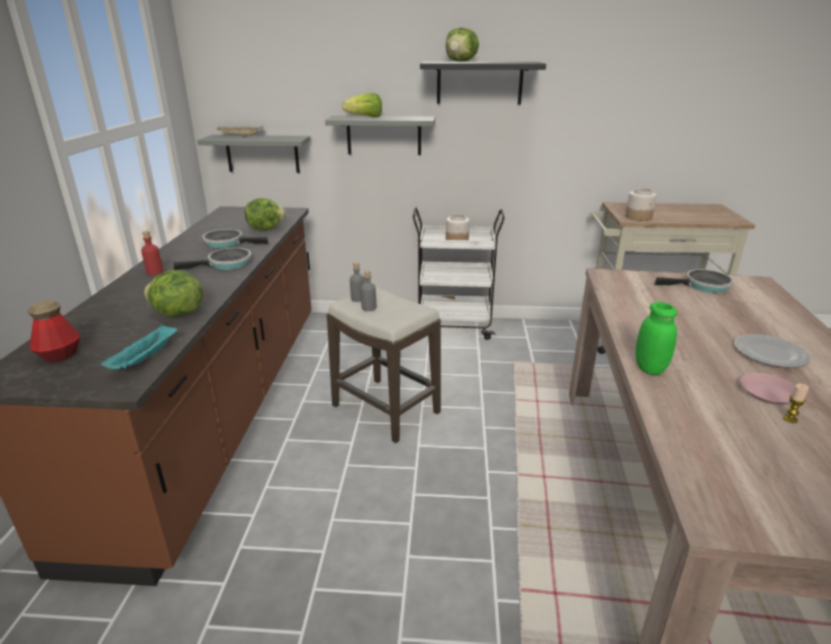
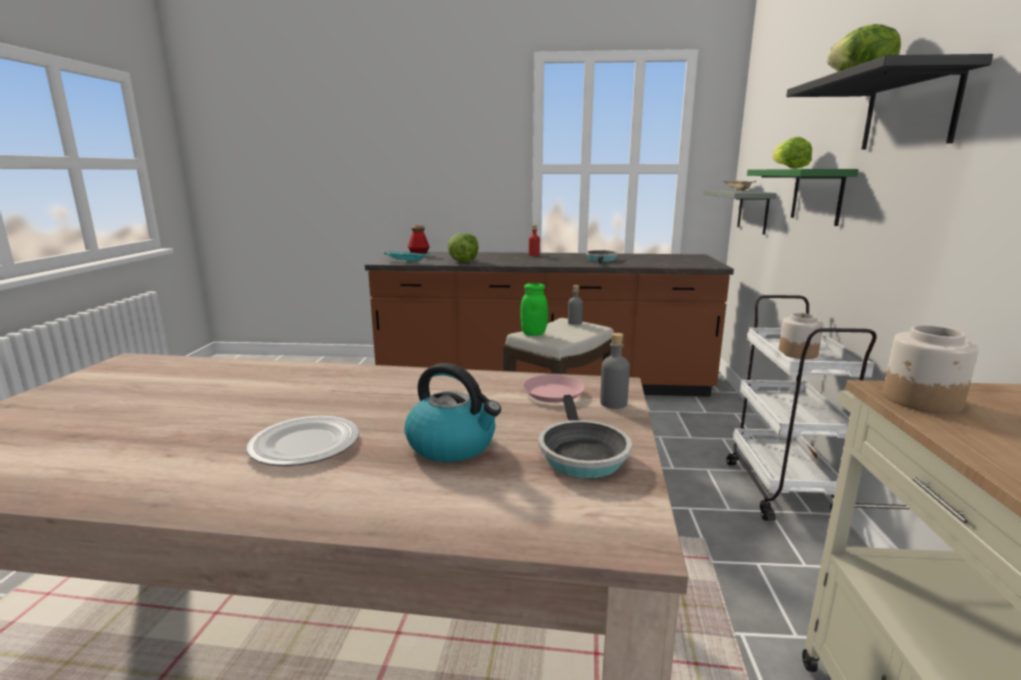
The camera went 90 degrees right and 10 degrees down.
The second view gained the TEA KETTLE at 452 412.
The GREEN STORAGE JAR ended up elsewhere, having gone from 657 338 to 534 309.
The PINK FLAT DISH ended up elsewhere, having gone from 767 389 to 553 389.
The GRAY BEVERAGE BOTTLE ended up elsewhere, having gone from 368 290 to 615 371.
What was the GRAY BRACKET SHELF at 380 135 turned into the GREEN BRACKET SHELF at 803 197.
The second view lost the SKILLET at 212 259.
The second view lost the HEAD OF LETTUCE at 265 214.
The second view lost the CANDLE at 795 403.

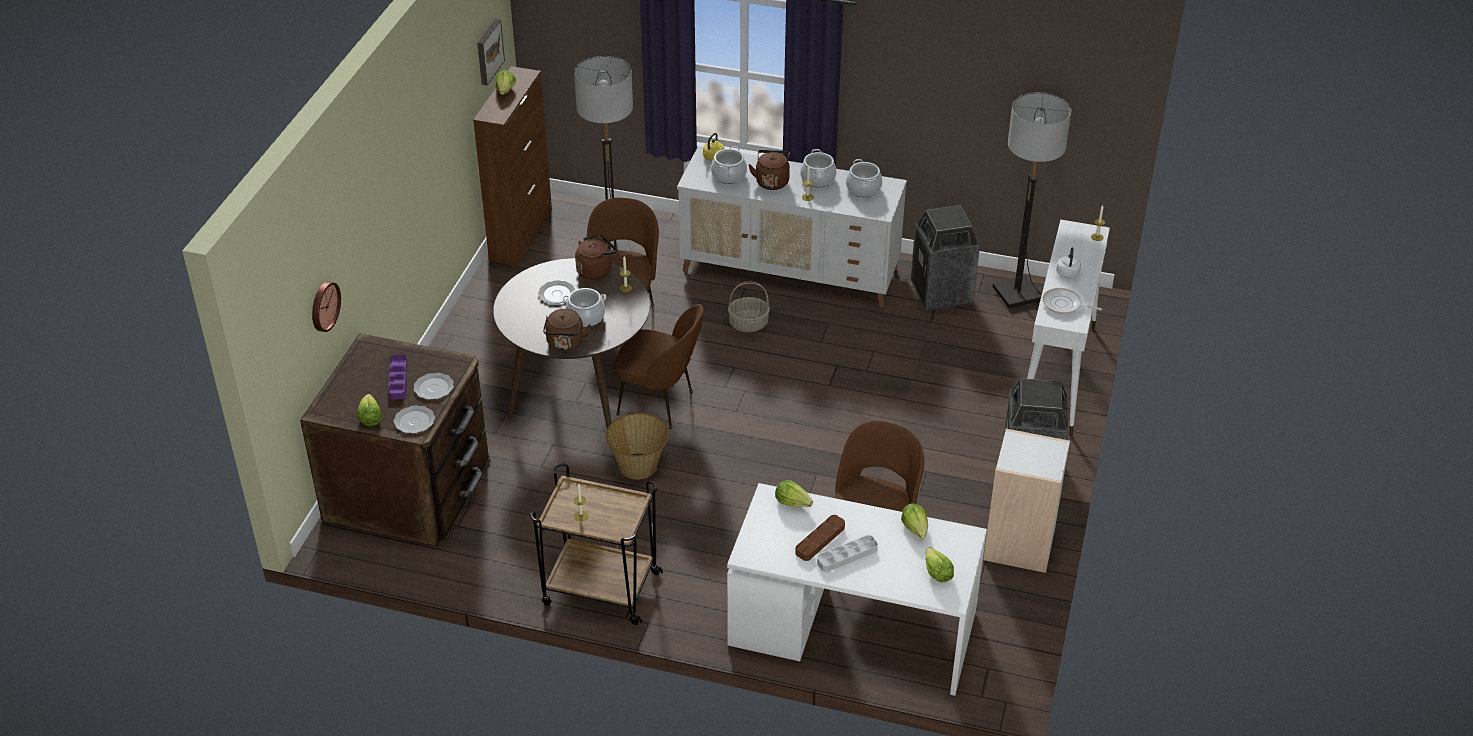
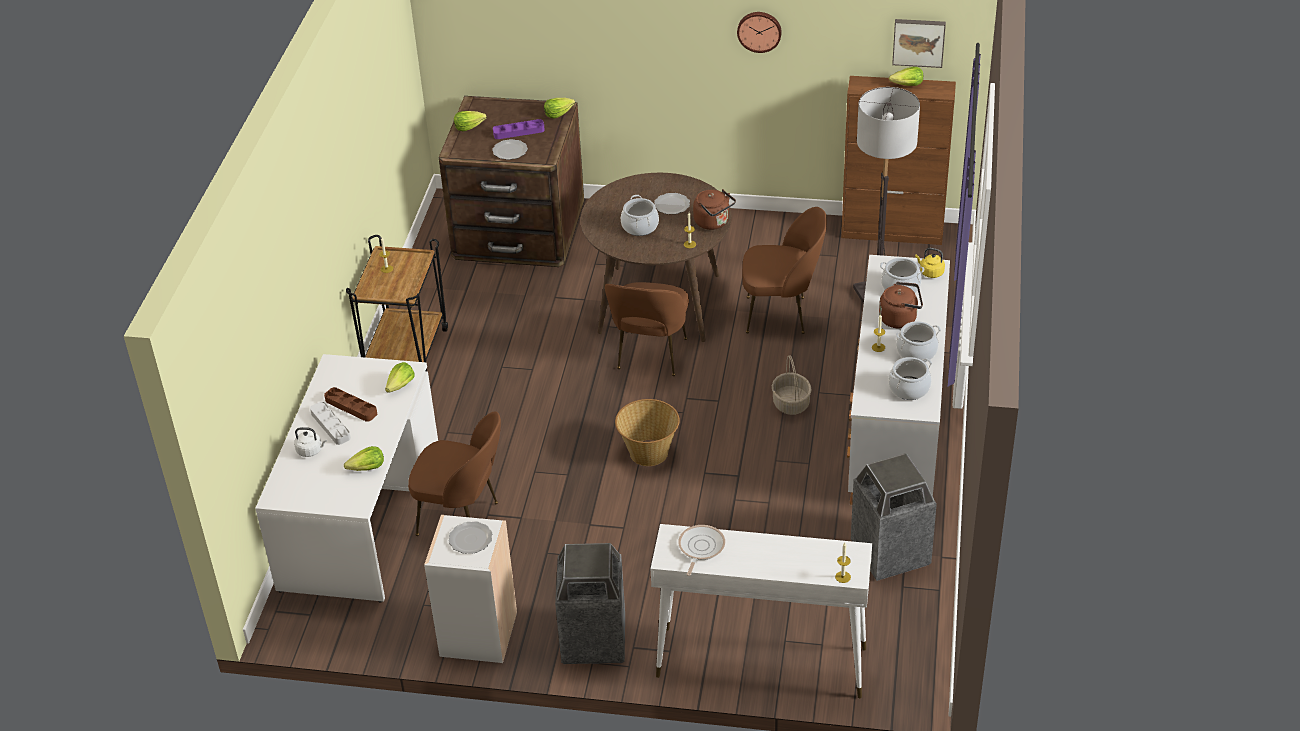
The camera went 85 degrees right and 0 degrees up.
The WHITISH TEA KETTLE ended up elsewhere, having gone from 1068 262 to 310 442.
The FLAT DISH ended up elsewhere, having gone from 414 419 to 470 537.
The HEAD OF LETTUCE ended up elsewhere, having gone from 939 564 to 559 108.
The BASKET ended up elsewhere, having gone from 637 446 to 647 432.
The CLOCK ON THE WALL ended up elsewhere, having gone from 326 307 to 759 32.
The second view lost the BROWNISH TEA KETTLE at 567 330.
The second view lost the STANDING LAMP at 1032 200.

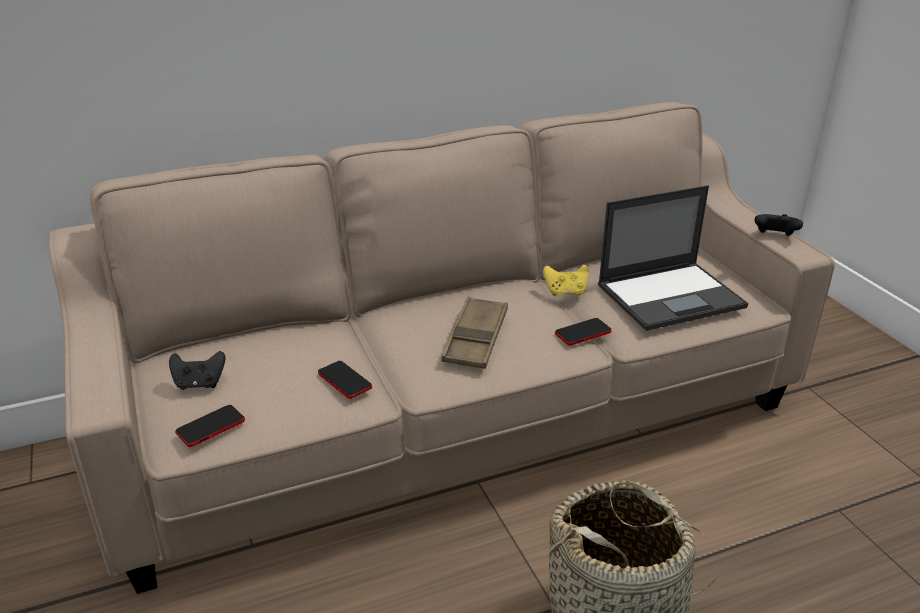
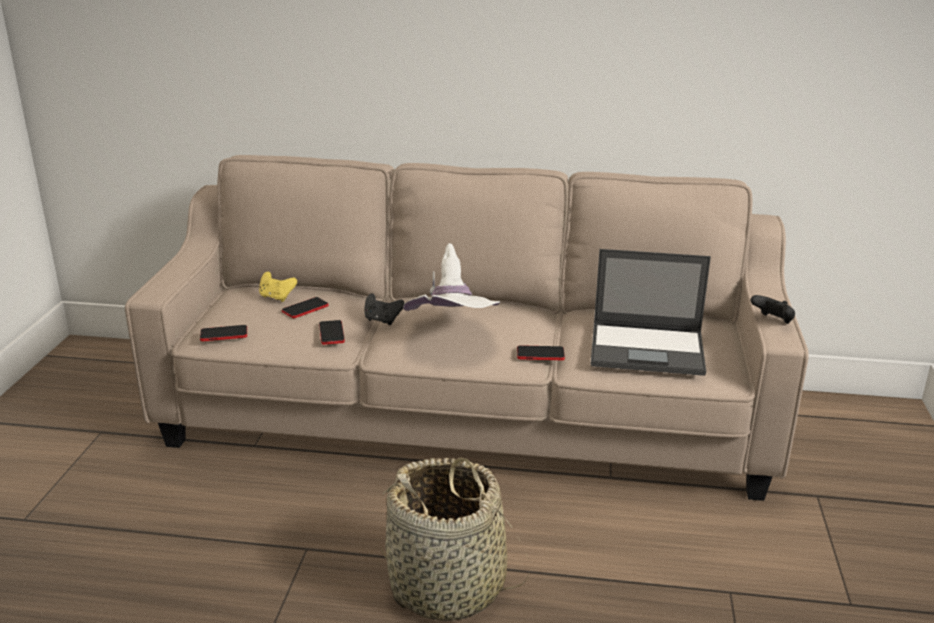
The camera went 30 degrees right and 5 degrees down.
The YELLOWISH GAME CONTROLLER ended up elsewhere, having gone from 566 280 to 278 287.
The second view gained the HANDSET at 305 307.
The BLACK GAME CONTROLLER ended up elsewhere, having gone from 197 370 to 384 309.
Where the BROWNISH TRAY stood at 474 333, the WHITISH WEARABLE HAT came to stand at 451 277.

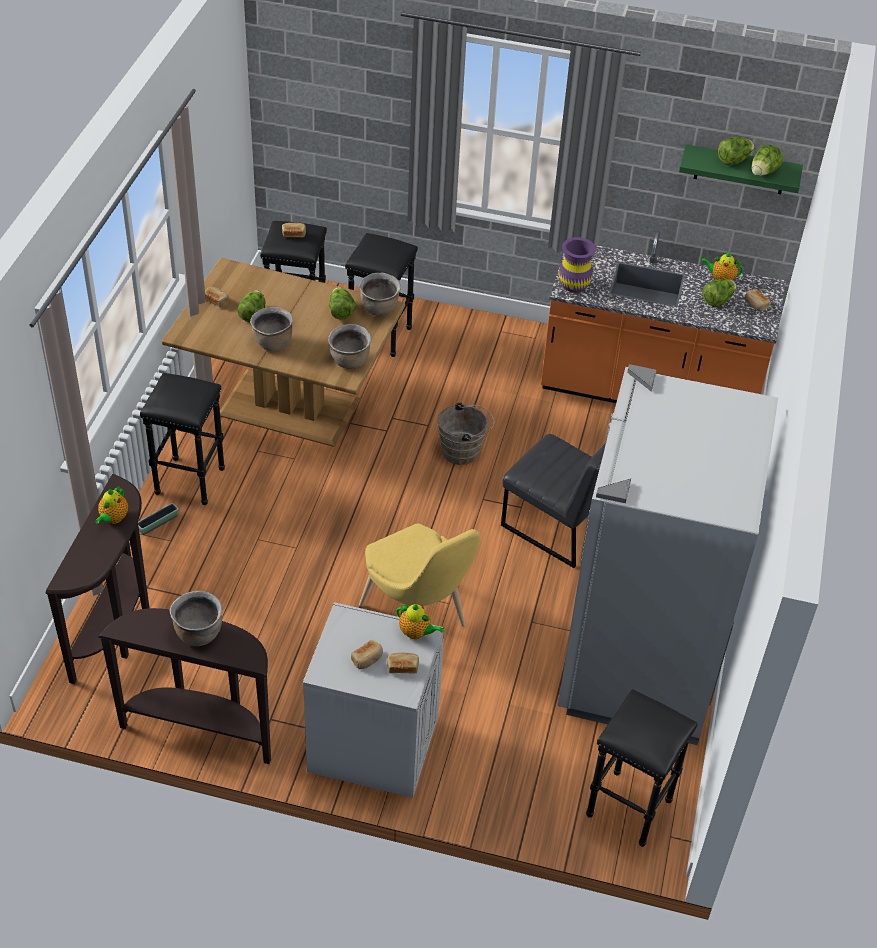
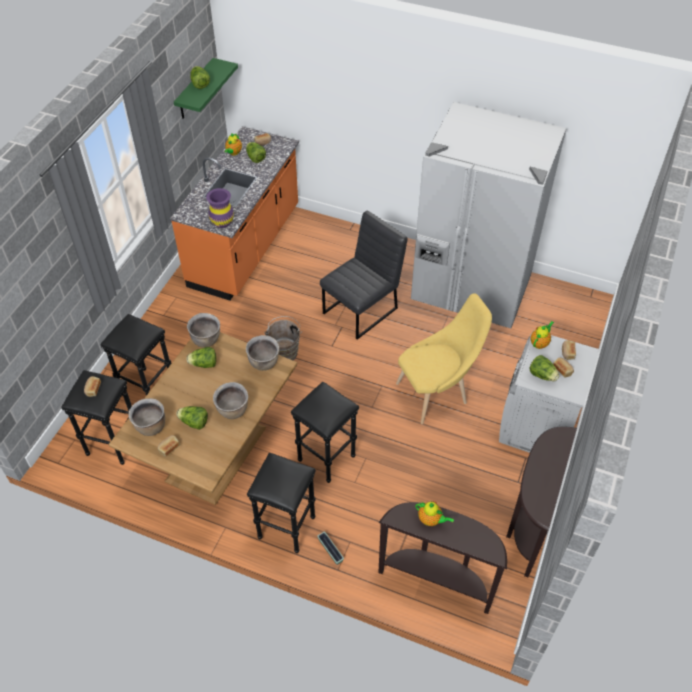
The camera went 80 degrees left and 5 degrees up.
The BROWNISH COOKING POT ended up elsewhere, having gone from 196 619 to 147 417.
The BLACK STOOL ended up elsewhere, having gone from 642 768 to 325 432.
The HEAD OF LETTUCE ended up elsewhere, having gone from 767 160 to 544 368.

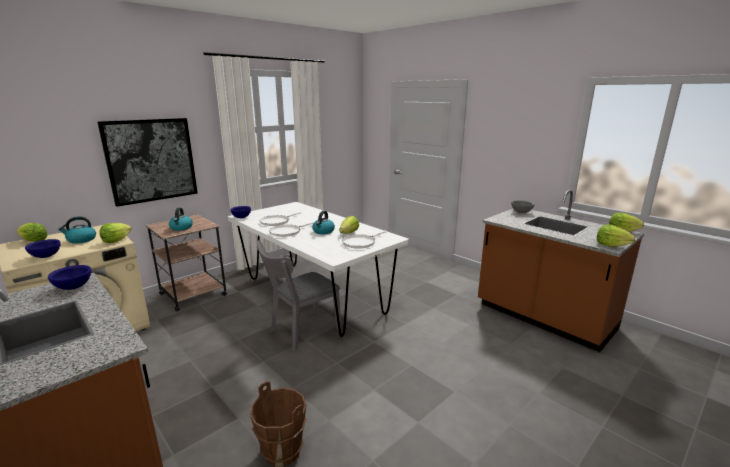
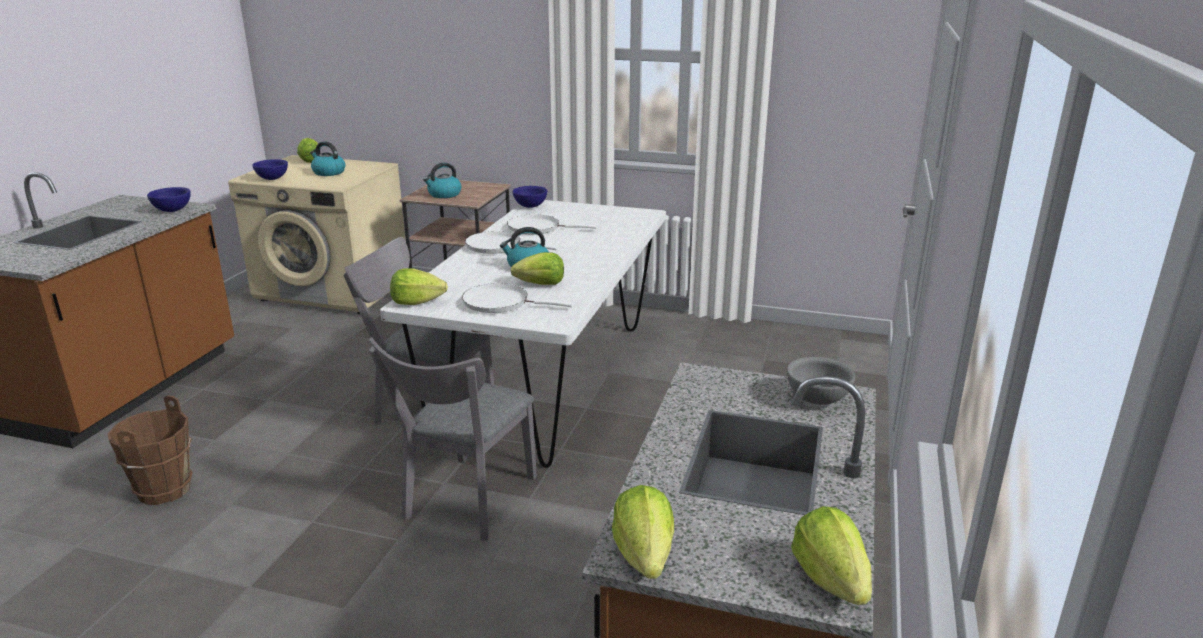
The camera went 60 degrees right and 5 degrees up.
The second view gained the GRAY UPRIGHT CHAIR at 453 439.
The HEAD OF LETTUCE ended up elsewhere, having gone from 115 233 to 419 286.
The second view lost the WALL PICTURE at 147 162.

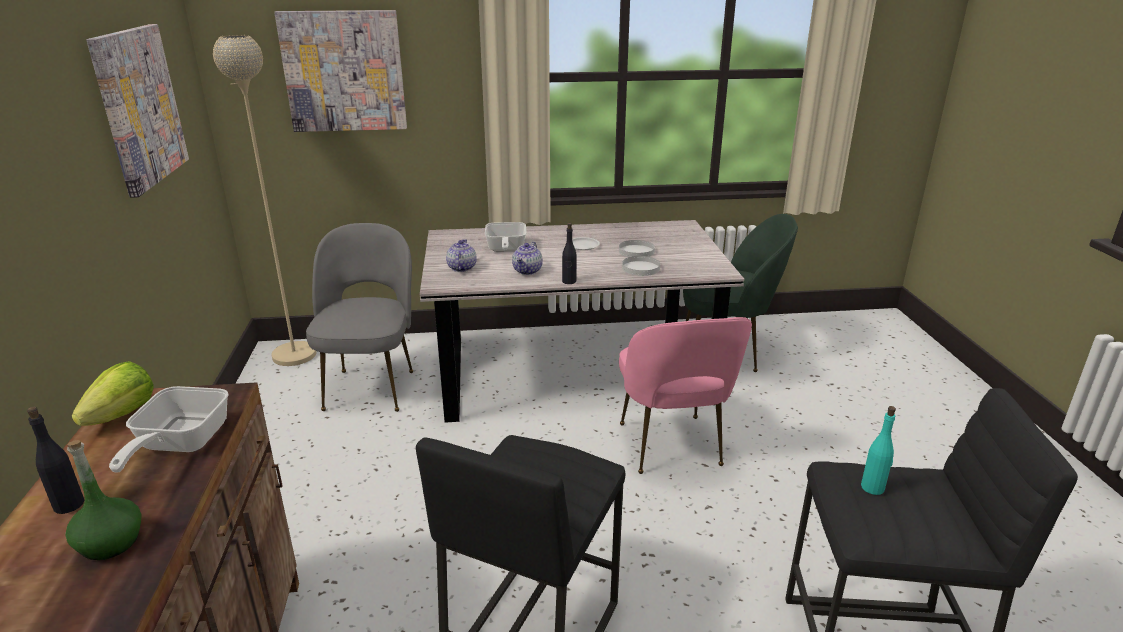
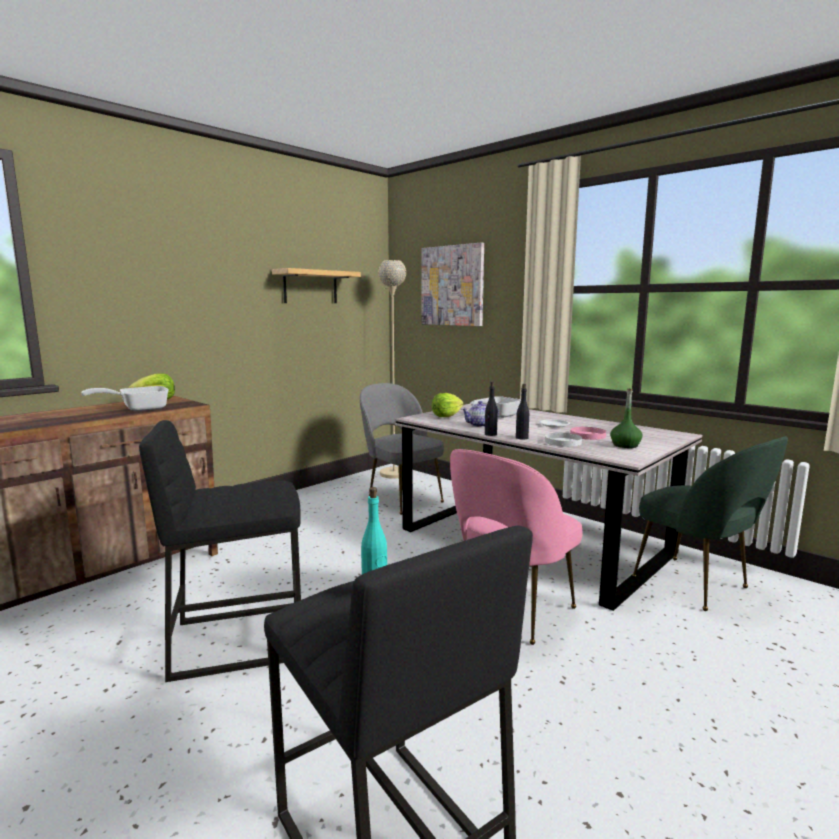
The camera went 50 degrees right and 15 degrees down.
Where the WALL PICTURE hung at 137 111, the BRACKET SHELF came to hang at 316 285.
The GRAY UPRIGHT CHAIR at 359 317 ended up facing another way, 90 degrees counterclockwise from before.
Where the TEA POT stood at 461 255, the HEAD OF LETTUCE came to stand at 448 405.
The BLACK BEVERAGE BOTTLE ended up elsewhere, having gone from 55 460 to 522 412.
What was the WHITISH FLAT DISH at 637 248 turned into the PINK FLAT DISH at 588 433.
The GREEN BEVERAGE BOTTLE ended up elsewhere, having gone from 103 500 to 626 418.

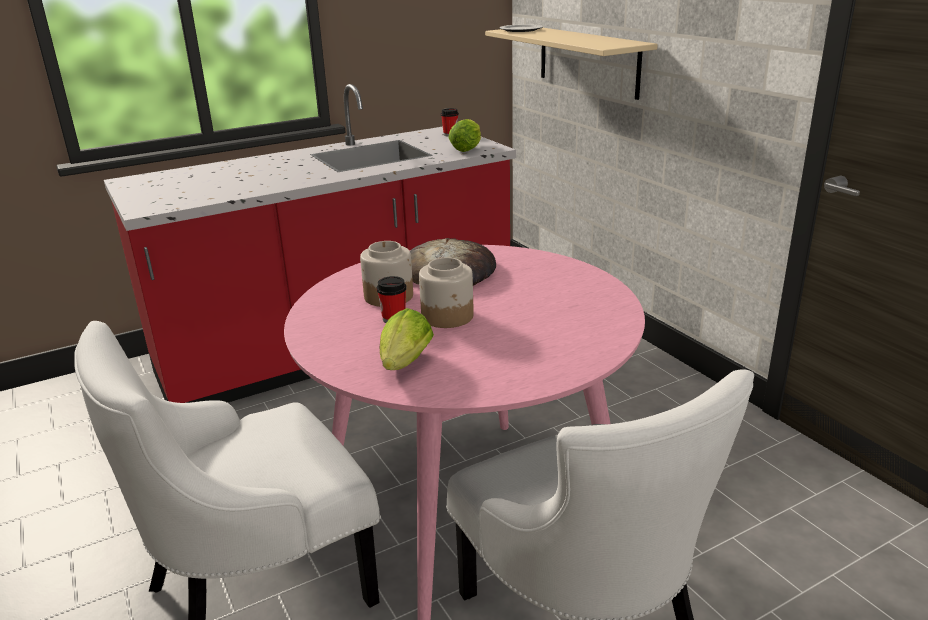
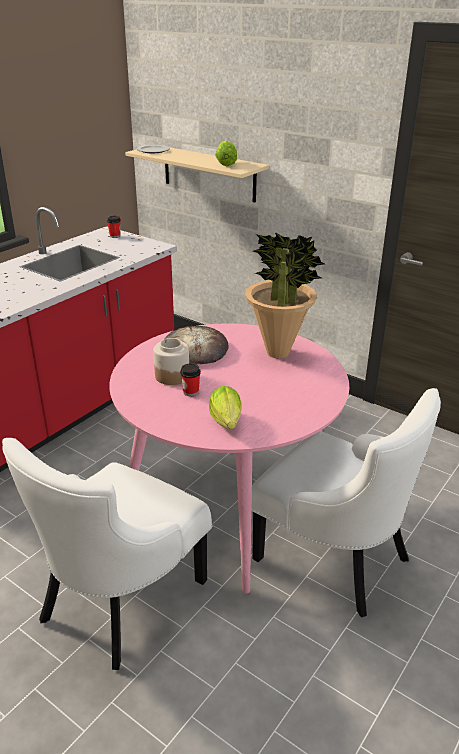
The camera went 25 degrees left and 5 degrees up.
The HEAD OF LETTUCE ended up elsewhere, having gone from 464 135 to 226 153.
The second view gained the PLANT IN A POT at 285 295.
The second view lost the STORAGE JAR at 446 292.

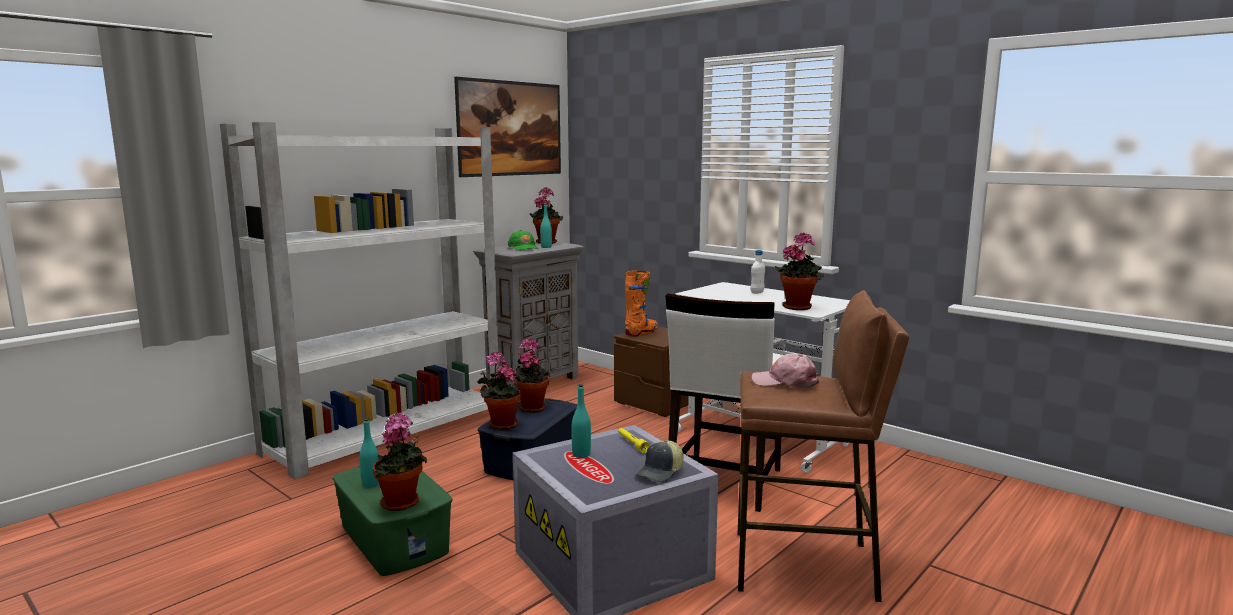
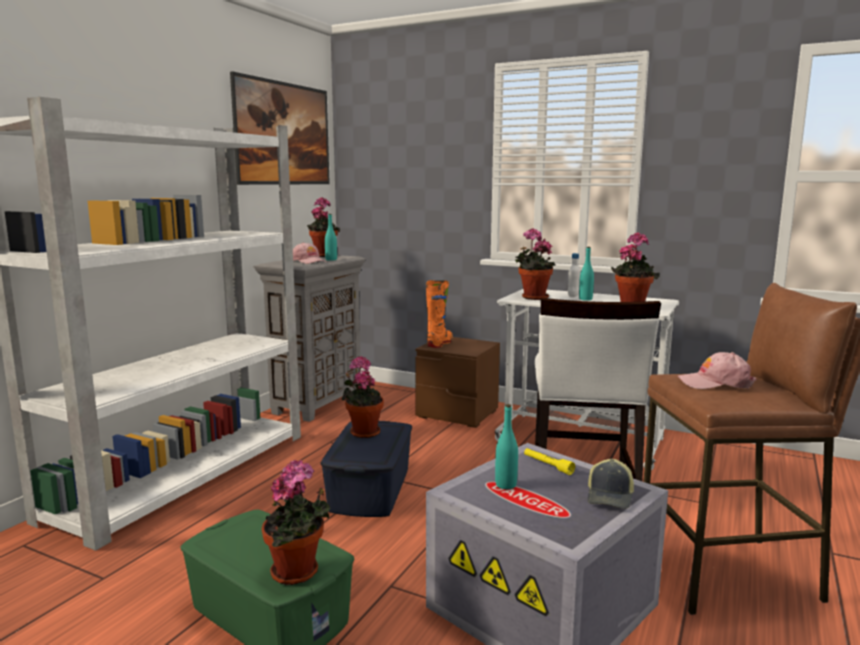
The camera went 15 degrees left and 0 degrees up.
What was the GREEN BASEBALL CAP at 523 240 turned into the PINK BASEBALL CAP at 309 253.
The PLANT IN A POT ended up elsewhere, having gone from 499 390 to 535 264.
The TURQUOISE-COLOURED BEVERAGE BOTTLE ended up elsewhere, having gone from 369 453 to 586 274.

